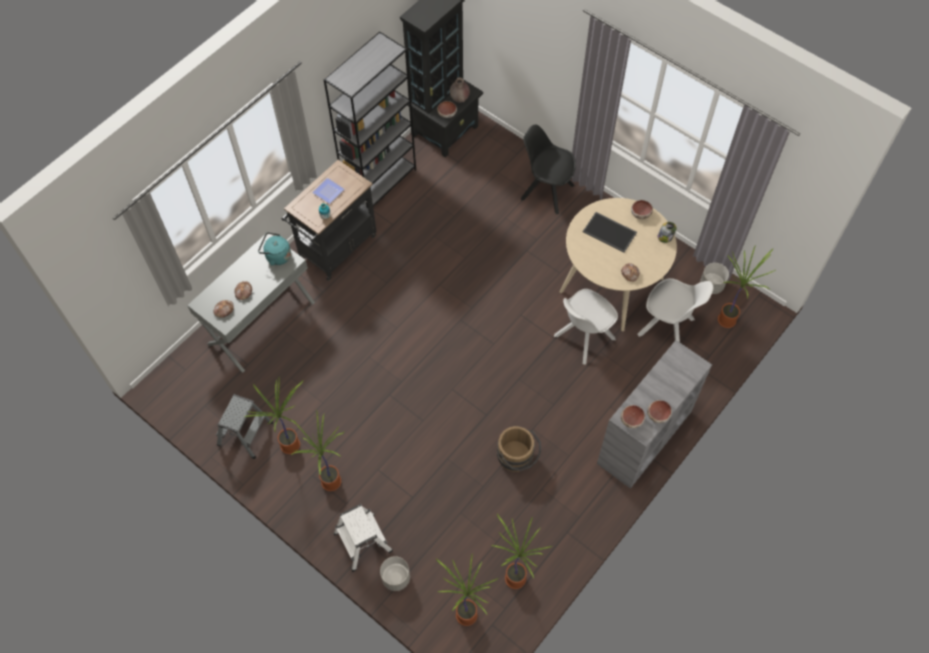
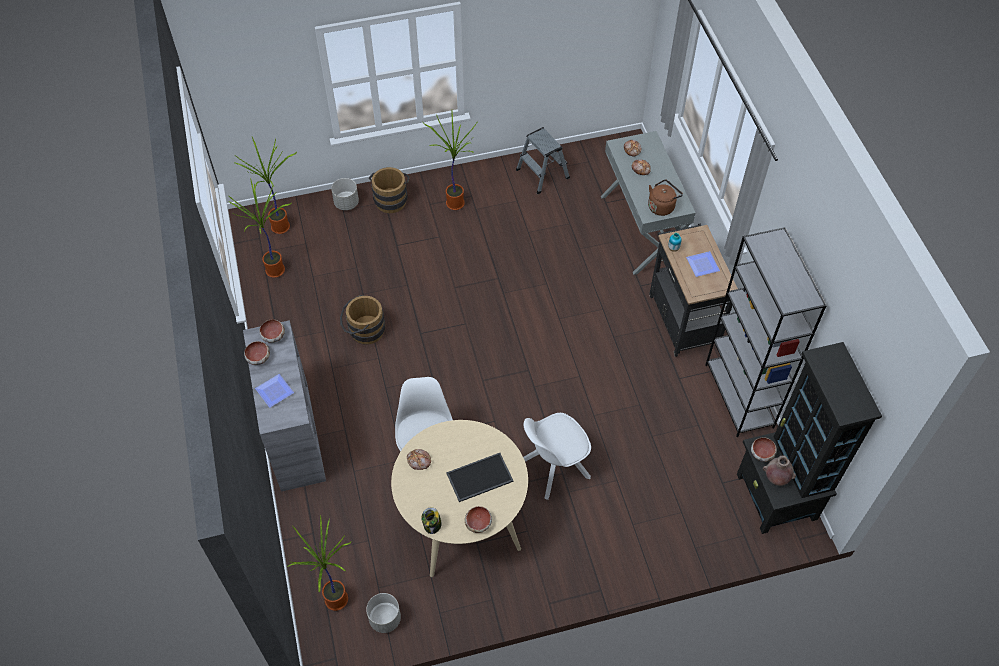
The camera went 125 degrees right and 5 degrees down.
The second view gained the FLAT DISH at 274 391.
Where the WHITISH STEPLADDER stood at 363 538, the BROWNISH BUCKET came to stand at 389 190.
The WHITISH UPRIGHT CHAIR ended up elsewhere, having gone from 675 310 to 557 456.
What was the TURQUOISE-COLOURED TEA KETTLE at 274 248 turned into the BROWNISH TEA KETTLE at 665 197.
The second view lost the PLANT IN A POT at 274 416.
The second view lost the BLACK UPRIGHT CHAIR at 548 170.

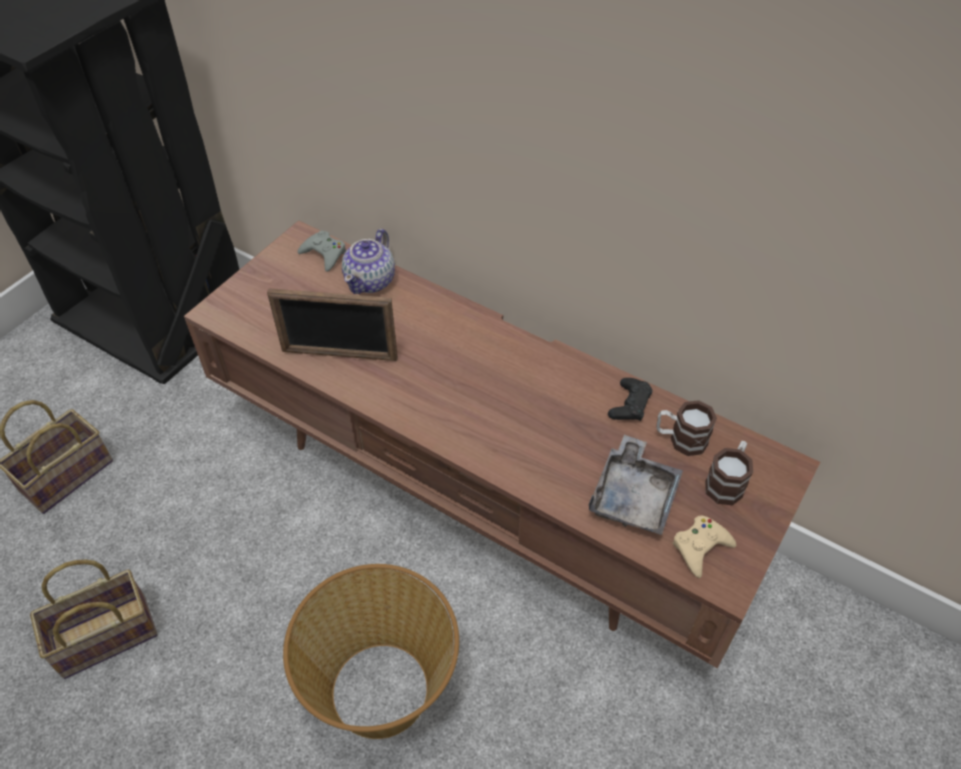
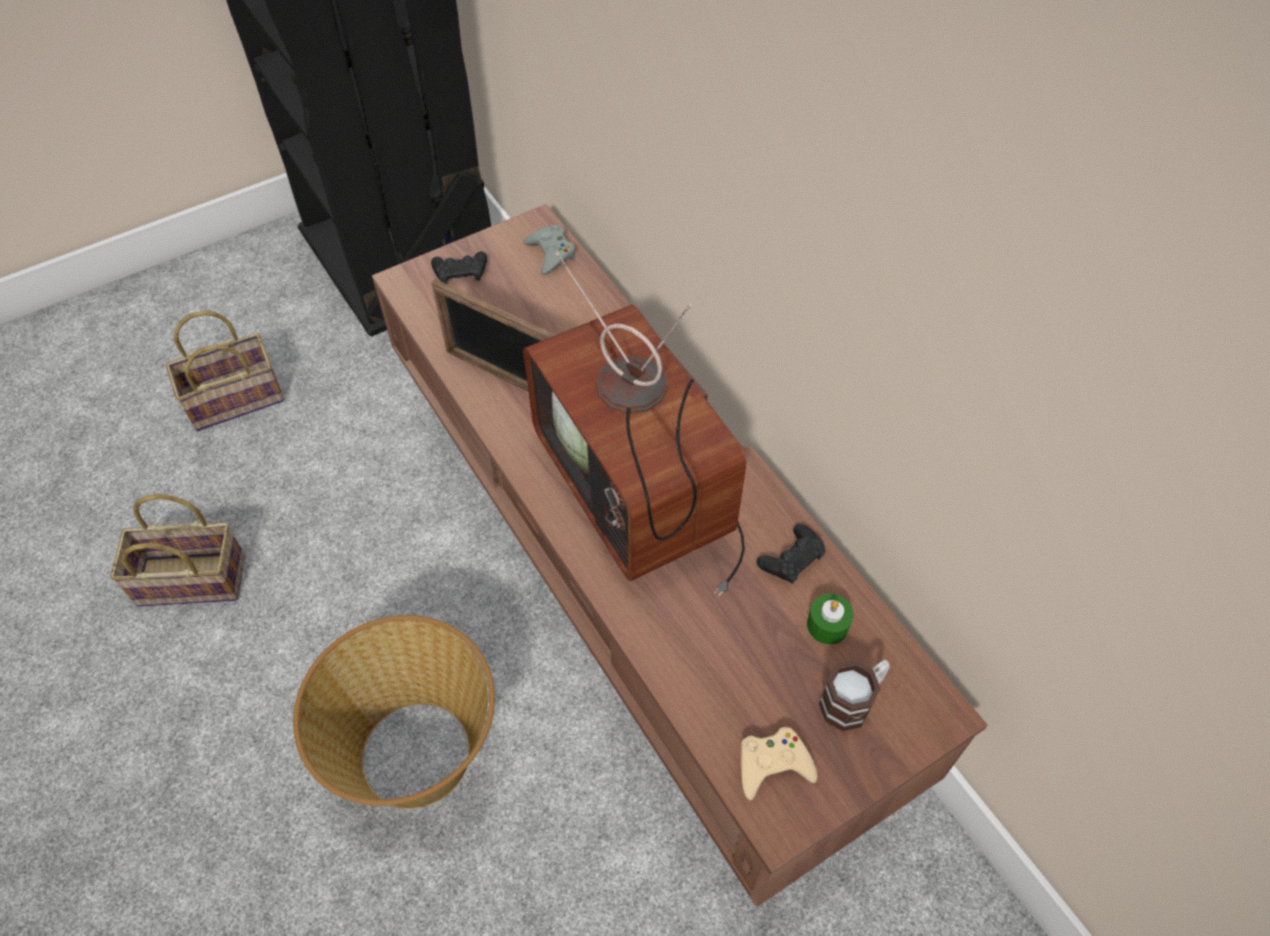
The camera went 25 degrees right and 5 degrees up.
The second view gained the BLACK GAME CONTROLLER at 459 267.
The second view gained the TV at 634 424.
Where the COFFEE MUG stood at 686 428, the GREEN CANDLE came to stand at 830 619.
The second view lost the TEA POT at 368 261.
The second view lost the GRAY TRAY at 635 485.

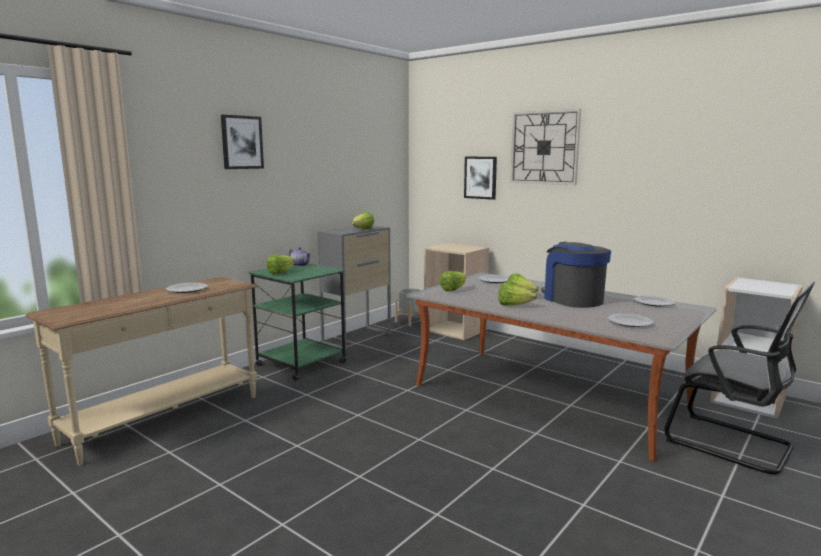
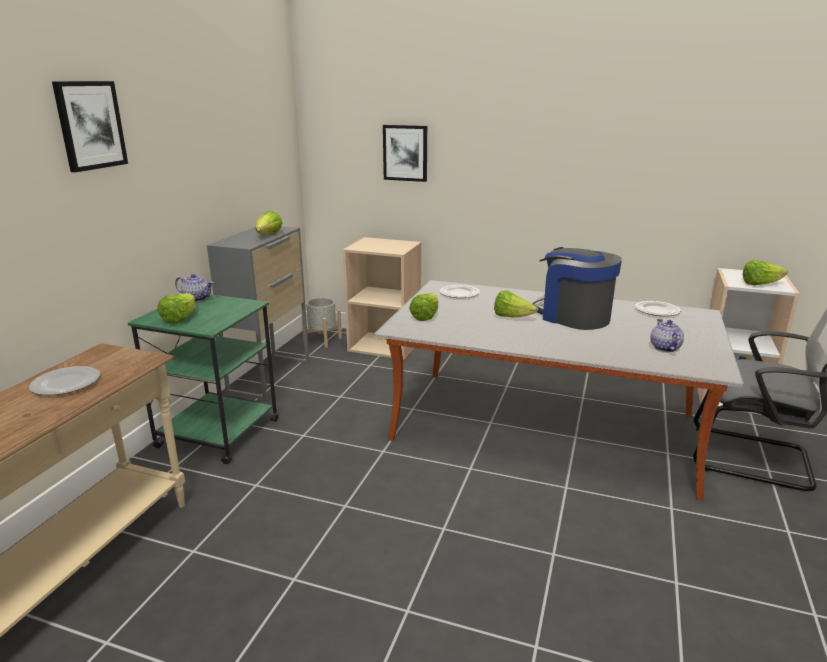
The camera went 20 degrees left and 10 degrees up.
Where the FLAT DISH stood at 630 320, the TEA POT came to stand at 667 335.
The HEAD OF LETTUCE ended up elsewhere, having gone from 517 294 to 765 272.
The second view lost the CLOCK ON THE WALL at 545 147.

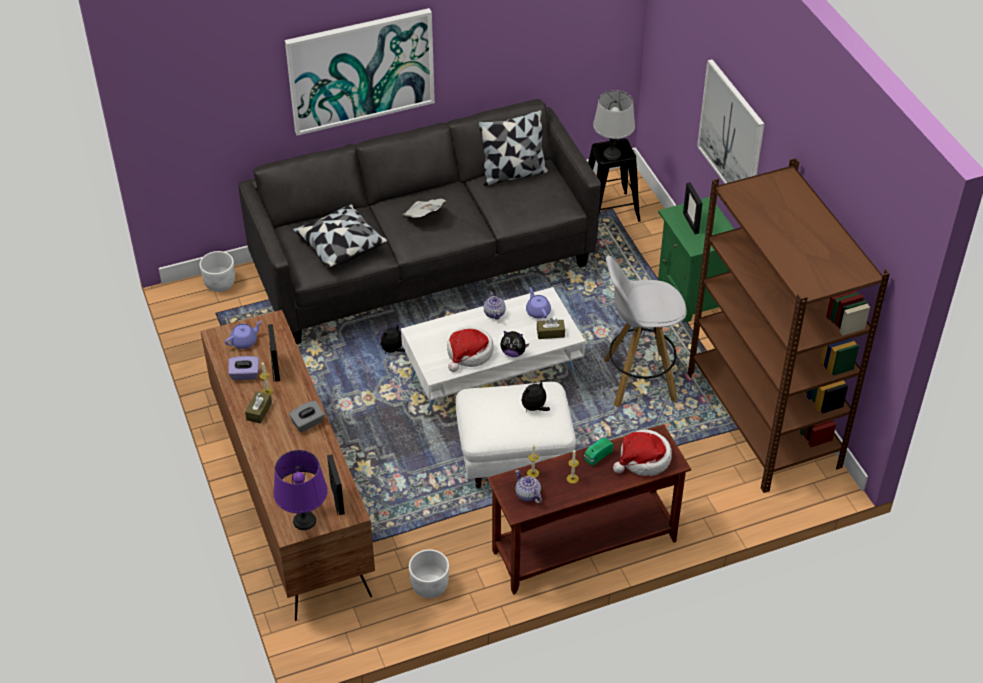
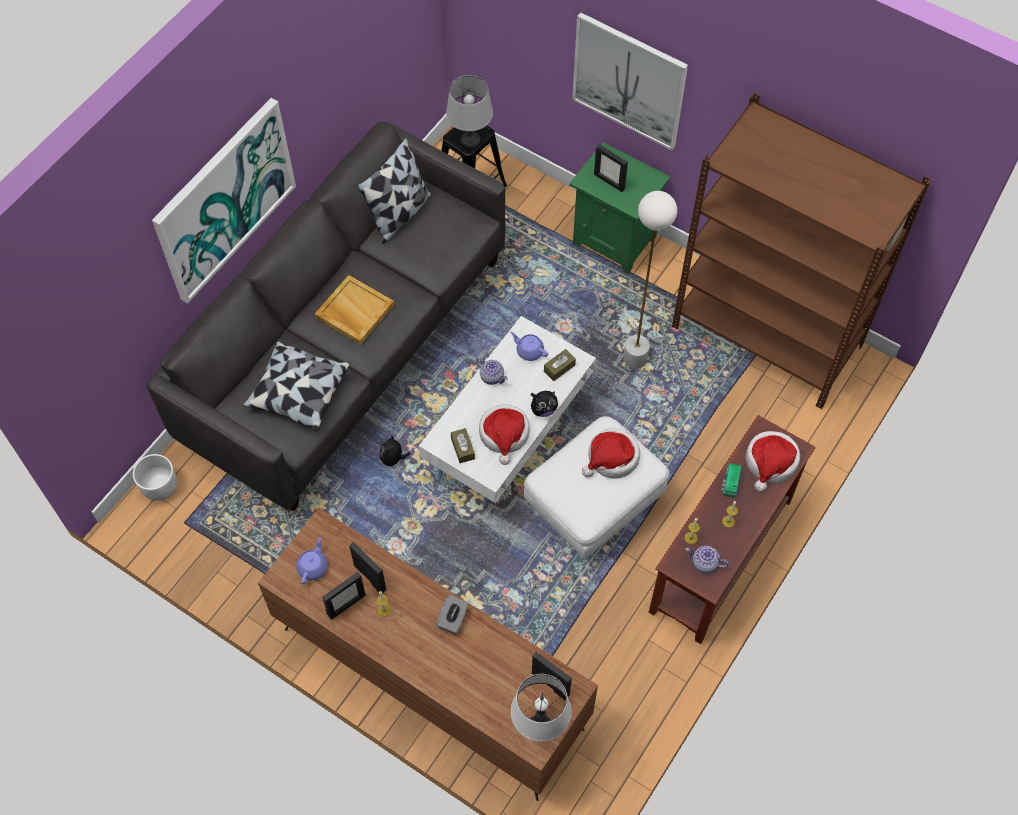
The camera went 35 degrees left and 15 degrees up.
Where the PRINTED PAPER stood at 424 208, the BEIGE-COLOURED TRAY came to stand at 354 310.
Where the PURPLISH BOX OF TISSUES stood at 243 368, the PHOTO FRAME came to stand at 344 596.
The BROWNISH BOX OF TISSUES ended up elsewhere, having gone from 258 407 to 463 445.
What was the PURPLISH TABLE LAMP at 301 490 turned into the WHITISH TABLE LAMP at 541 708.
Where the SOFT TOY stood at 536 397, the WEARABLE HAT came to stand at 611 453.
Where the WHITISH STOOL stood at 645 331, the WHITISH STANDING LAMP came to stand at 650 280.
The second view lost the WHITISH PLANT POT at 429 573.

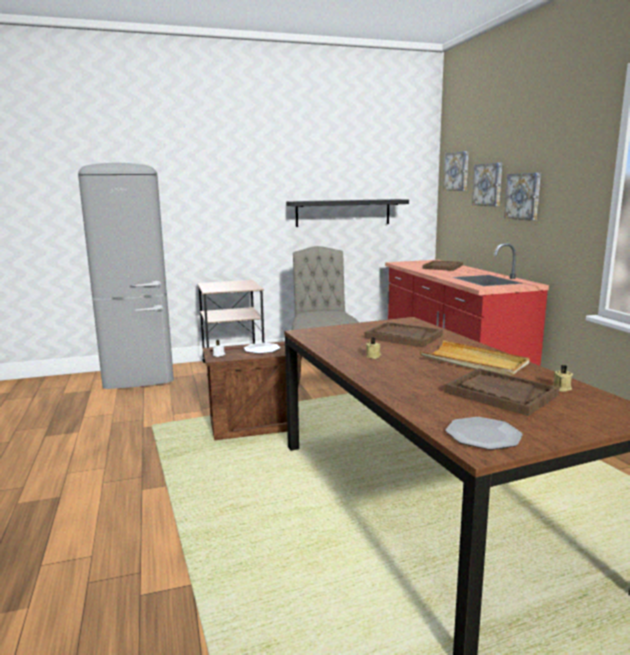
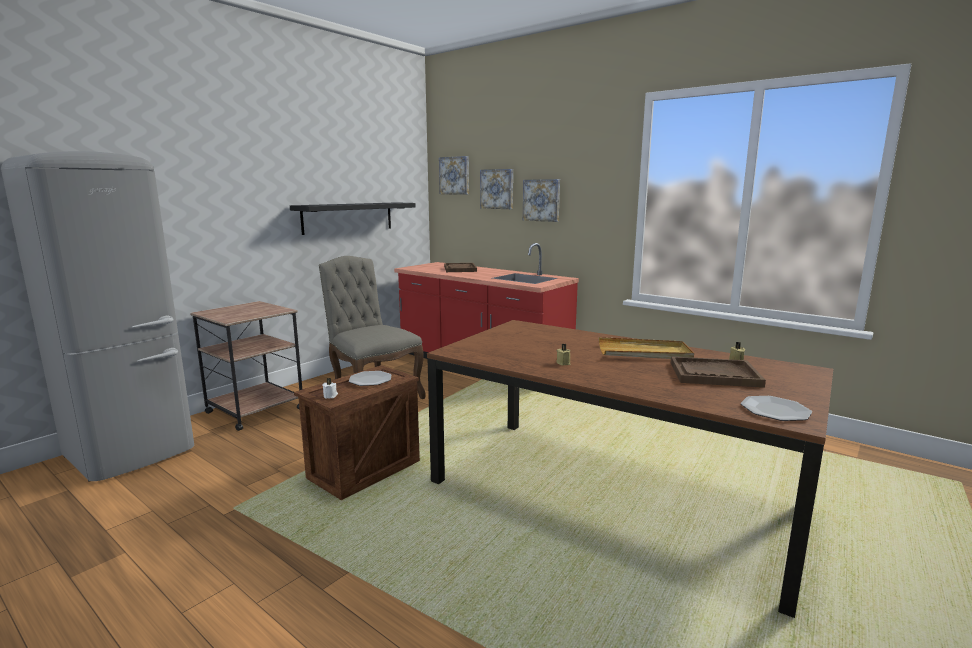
The camera went 35 degrees left and 0 degrees up.
The second view lost the BROWNISH TRAY at 403 334.

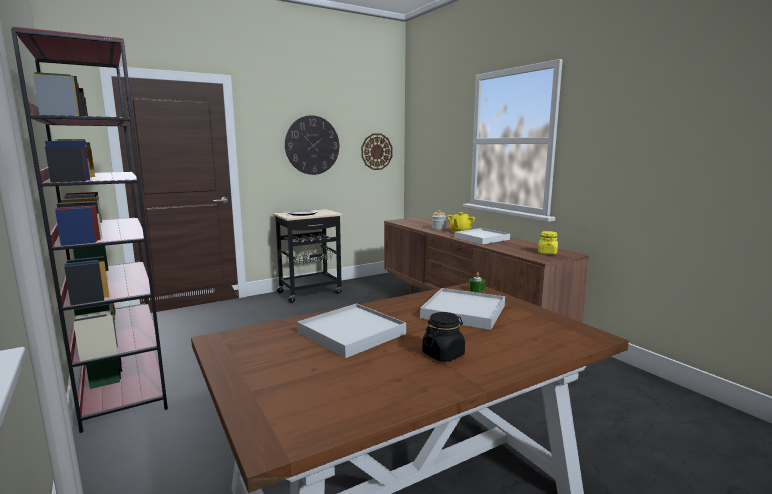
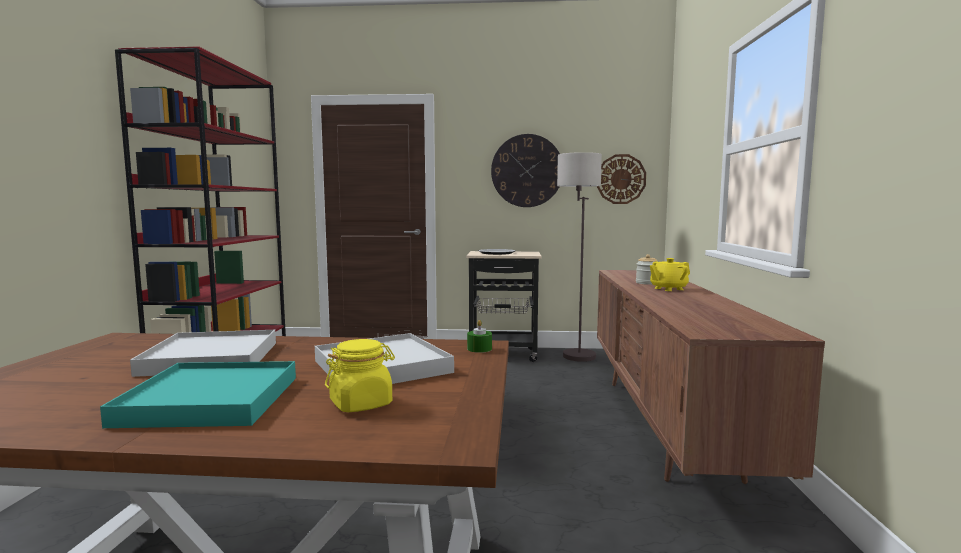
The camera went 35 degrees right and 5 degrees down.
Where the BLACK STORAGE JAR stood at 443 337, the TURQUOISE-COLOURED TRAY came to stand at 198 394.
The YELLOWISH STORAGE JAR ended up elsewhere, having gone from 548 242 to 360 375.
The second view gained the GRAY STANDING LAMP at 579 257.
The second view lost the WHITISH TRAY at 482 236.

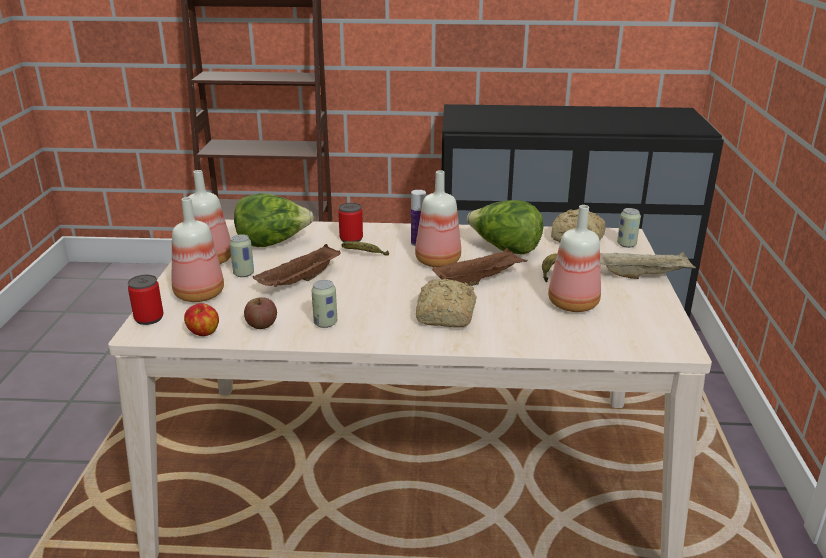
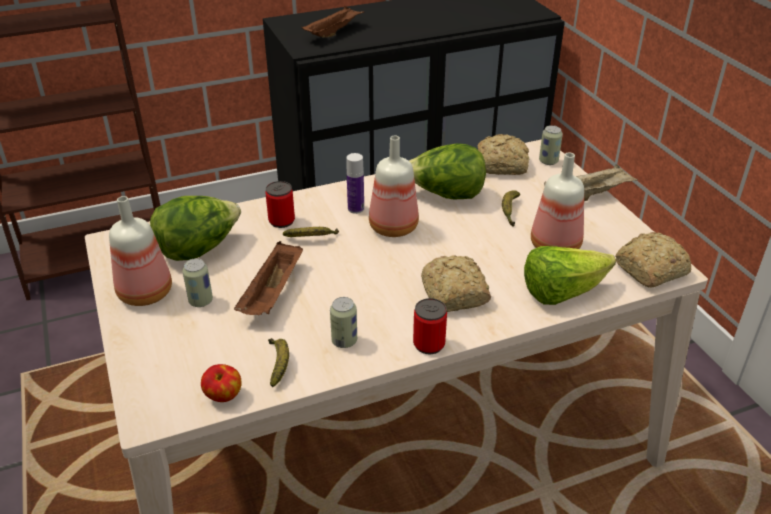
The camera went 25 degrees left and 10 degrees up.
Where the APPLE stood at 260 313, the BANANA FRUIT came to stand at 278 362.
The BROWNISH TRAY ended up elsewhere, having gone from 480 267 to 333 22.
The METAL CAN ended up elsewhere, having gone from 145 300 to 430 326.
The second view gained the HEAD OF LETTUCE at 570 275.
The second view gained the BREAD at 653 260.
The second view lost the BEVERAGE BOTTLE at 198 249.

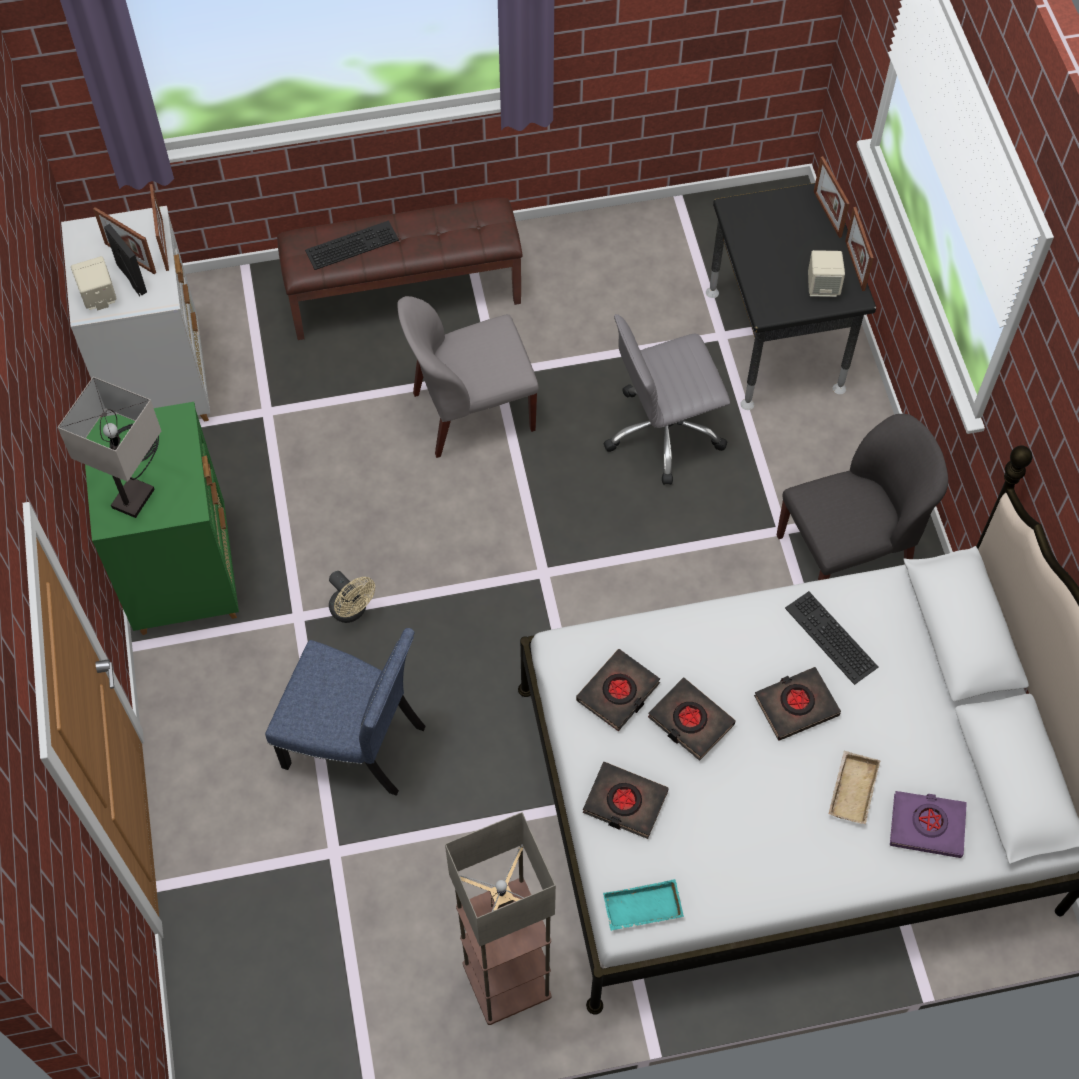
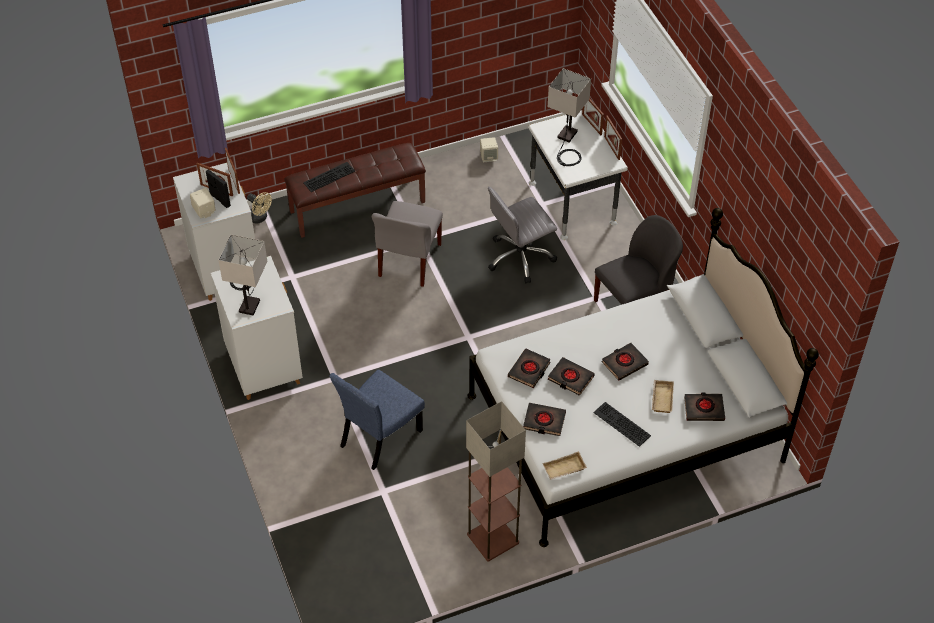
The camera went 10 degrees left and 10 degrees down.
What was the GREEN DRAWER CHEST at 162 518 turned into the WHITISH DRAWER CHEST at 257 328.
The BEIGE-COLOURED ELECTRIC FAN ended up elsewhere, having gone from 352 597 to 259 208.
The BLUISH UPRIGHT CHAIR at 345 712 ended up facing another way, 120 degrees clockwise from before.
The GRAY UPRIGHT CHAIR at 468 377 ended up facing another way, 45 degrees counterclockwise from before.
The BEIGE-COLOURED LOUDSPEAKER ended up elsewhere, having gone from 826 273 to 489 149.
What was the BLACK DESK UNIT at 791 296 turned into the WHITISH DESK UNIT at 578 175.
What was the TURQUOISE-COLOURED TRAY at 643 905 turned into the BEIGE-COLOURED TRAY at 564 465.
The second view gained the TABLE LAMP at 569 117.
The PC KEYBOARD ended up elsewhere, having gone from 831 638 to 622 424.
What was the PURPLISH BOOK at 928 824 turned into the BLACK BOOK at 704 406.

